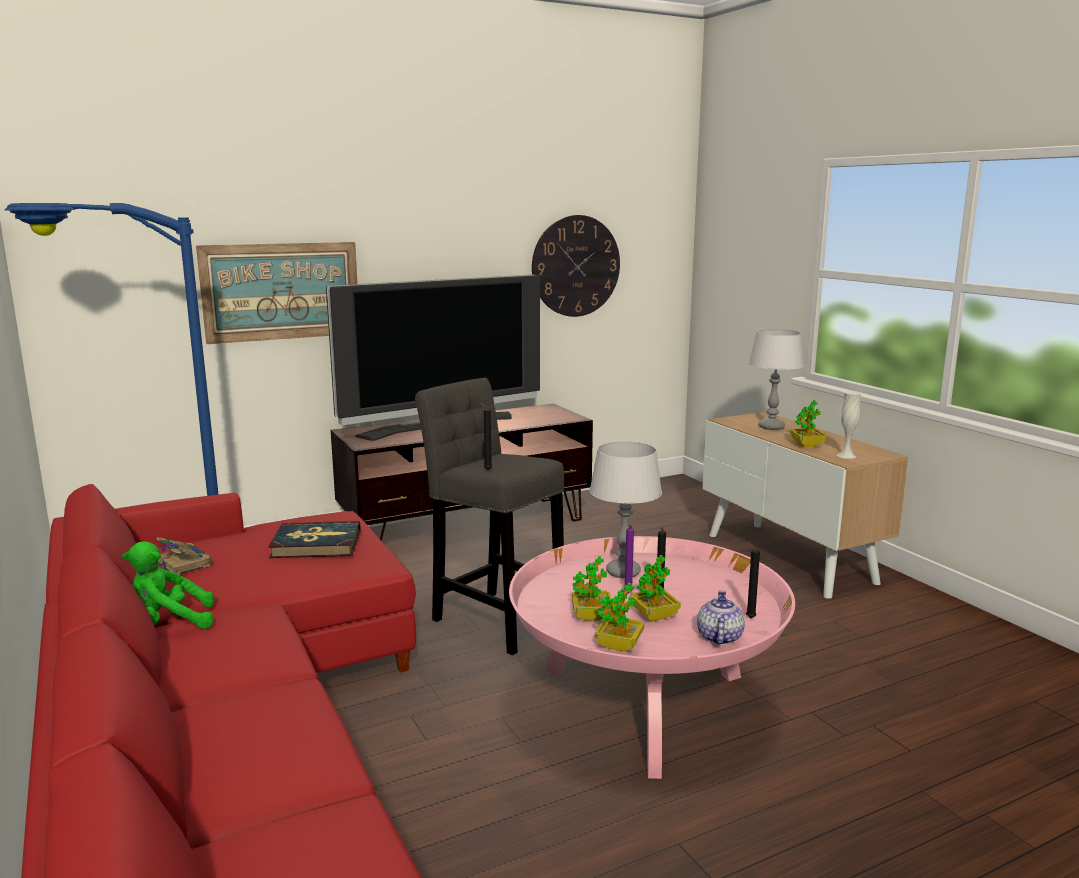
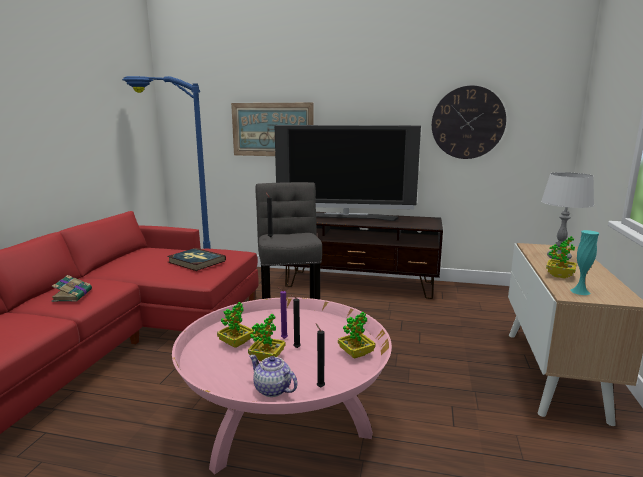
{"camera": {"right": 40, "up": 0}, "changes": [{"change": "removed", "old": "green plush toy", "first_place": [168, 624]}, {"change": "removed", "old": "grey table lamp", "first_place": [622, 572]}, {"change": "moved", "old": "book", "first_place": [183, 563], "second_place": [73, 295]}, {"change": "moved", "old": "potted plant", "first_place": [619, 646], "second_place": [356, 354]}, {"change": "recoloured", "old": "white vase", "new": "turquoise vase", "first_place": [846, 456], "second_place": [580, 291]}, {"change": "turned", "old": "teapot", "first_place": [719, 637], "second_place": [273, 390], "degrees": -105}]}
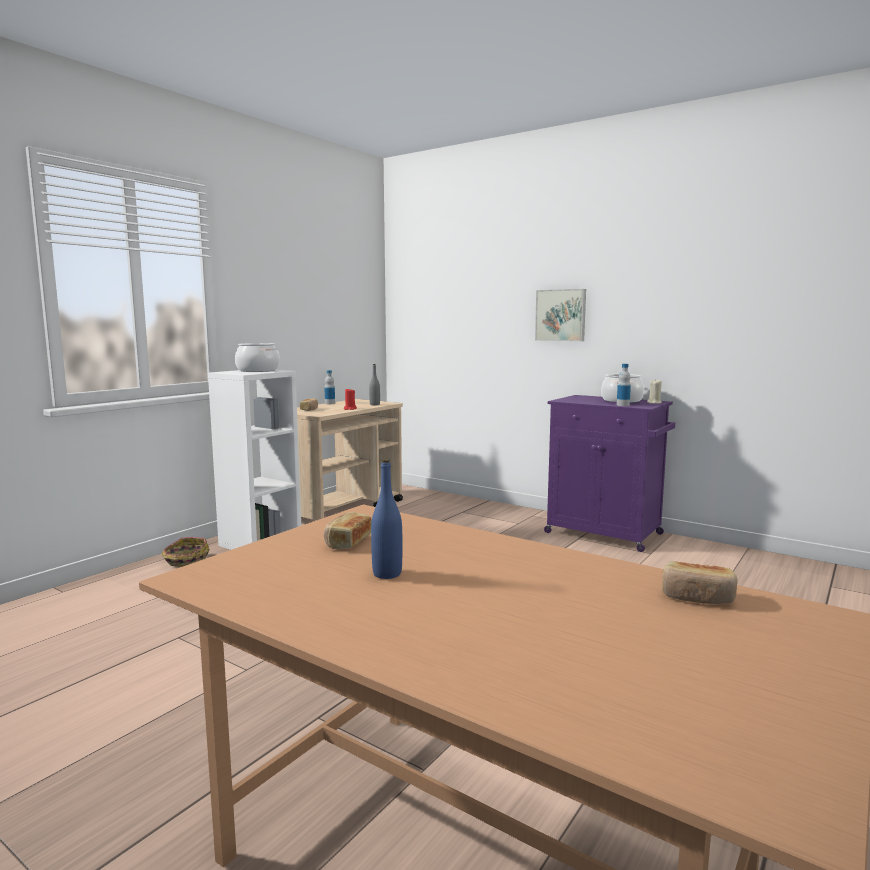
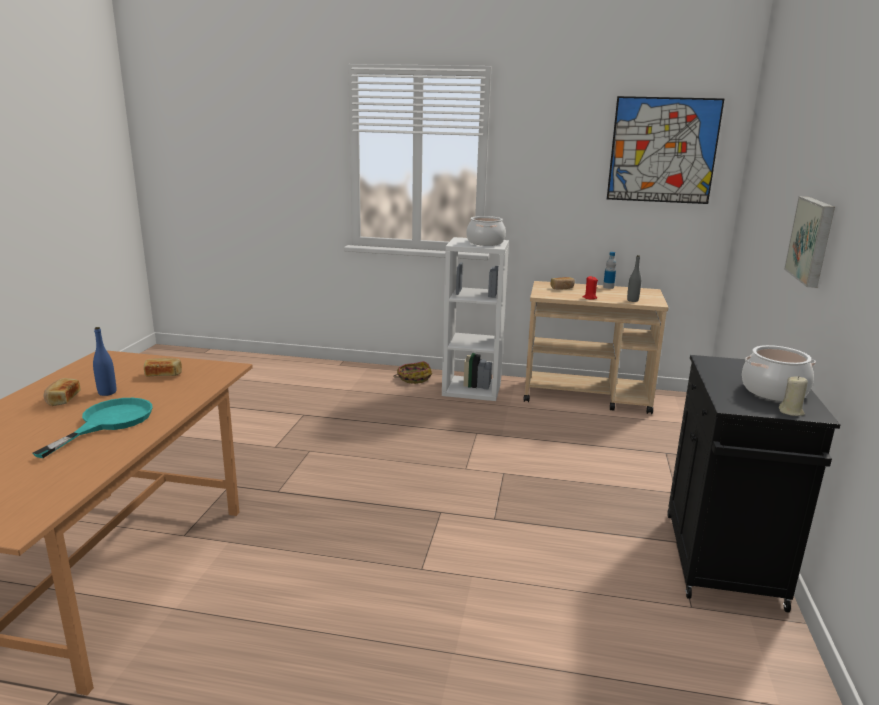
{"camera": {"right": 65, "up": 10}, "changes": [{"change": "removed", "old": "bottle", "first_place": [623, 405]}, {"change": "added", "new": "turquoise frying pan", "second_place": [108, 422]}, {"change": "added", "new": "picture", "second_place": [663, 150]}, {"change": "moved", "old": "bread", "first_place": [697, 597], "second_place": [62, 399]}, {"change": "recoloured", "old": "purple cabinet", "new": "black cabinet", "first_place": [606, 534], "second_place": [722, 561]}]}
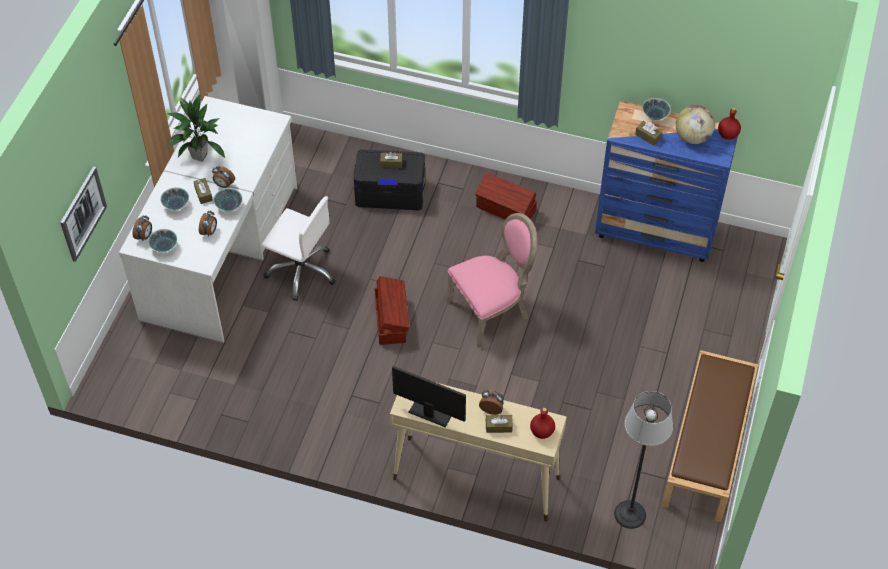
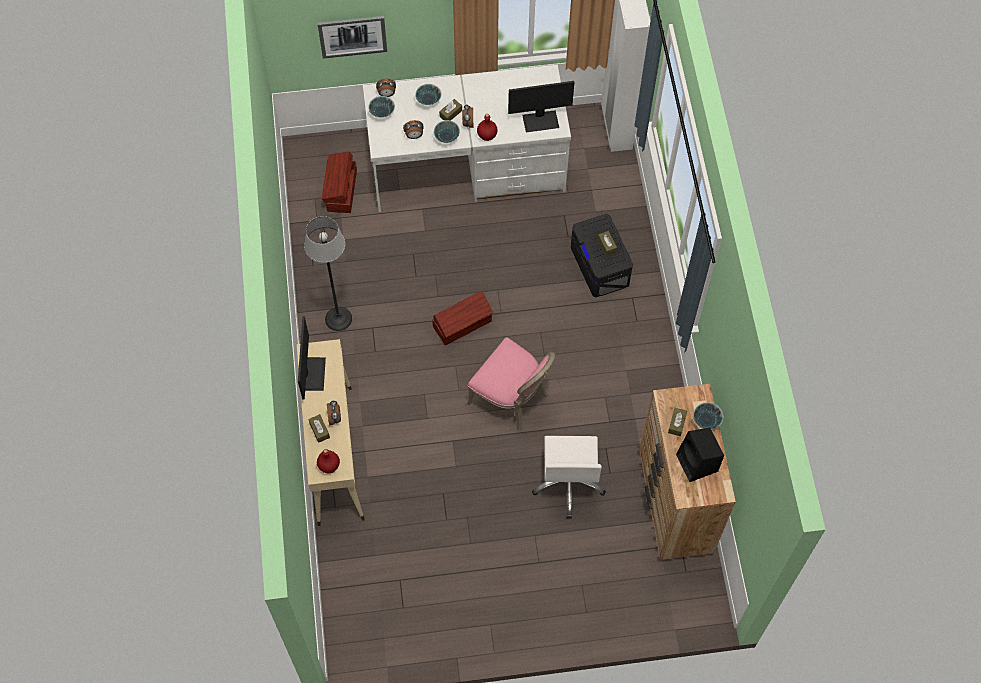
{"camera": {"right": 65, "up": 10}, "changes": [{"change": "removed", "old": "potted plant", "first_place": [199, 156]}, {"change": "removed", "old": "brown bench", "first_place": [707, 448]}, {"change": "added", "new": "monitor", "second_place": [540, 120]}, {"change": "moved", "old": "white office chair", "first_place": [302, 271], "second_place": [568, 483]}, {"change": "moved", "old": "brown storage box", "first_place": [506, 209], "second_place": [341, 190]}, {"change": "moved", "old": "floor lamp", "first_place": [629, 514], "second_place": [338, 318]}, {"change": "moved", "old": "red bottle", "first_place": [728, 135], "second_place": [486, 135]}, {"change": "replaced", "old": "globe", "new": "black speaker", "first_place": [692, 137], "second_place": [698, 463]}, {"change": "recoloured", "old": "blue dresser", "new": "brown dresser", "first_place": [656, 233], "second_place": [674, 504]}]}
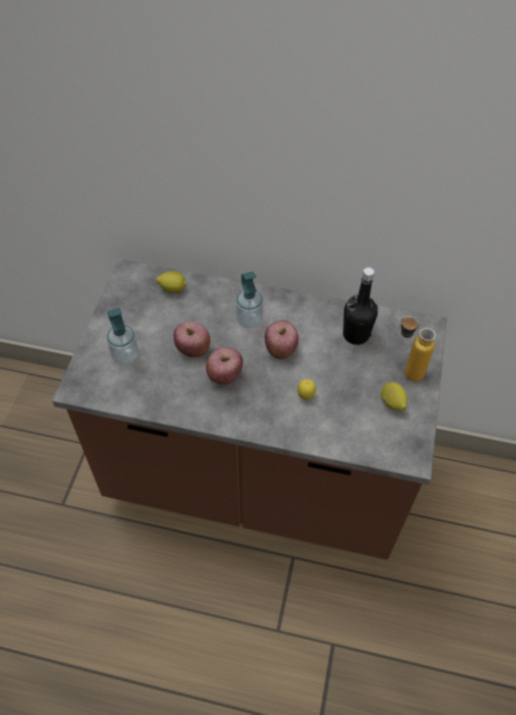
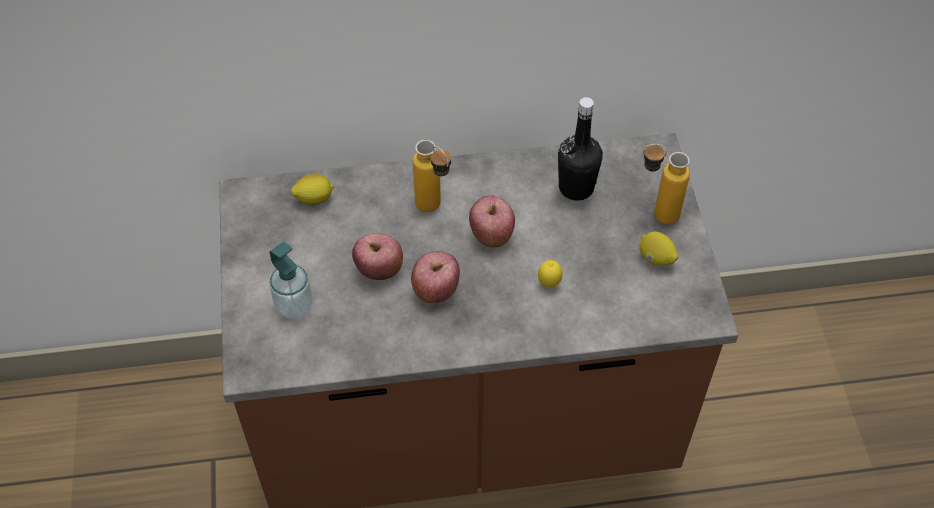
{"camera": {"right": -20, "up": 0}, "changes": [{"change": "replaced", "old": "soap dispenser", "new": "bottle", "first_place": [249, 320], "second_place": [434, 210]}]}
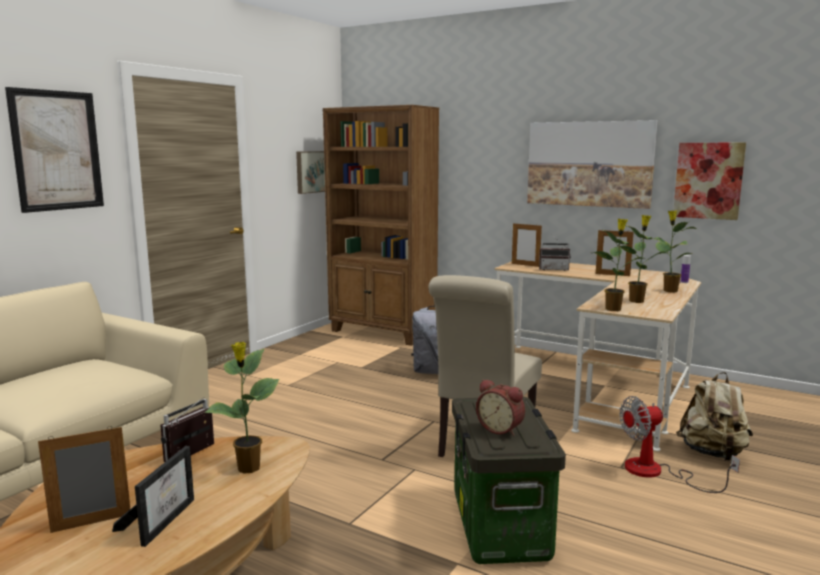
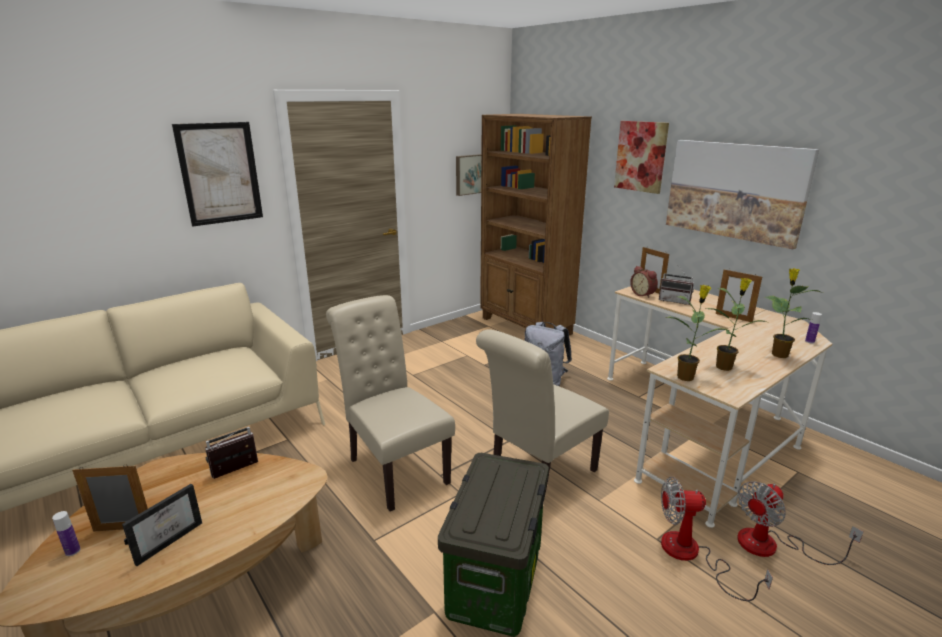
{"camera": {"right": 20, "up": 10}, "changes": [{"change": "removed", "old": "potted plant", "first_place": [248, 469]}, {"change": "added", "new": "bottle", "second_place": [73, 551]}, {"change": "added", "new": "beige chair", "second_place": [394, 468]}, {"change": "moved", "old": "alarm clock", "first_place": [501, 429], "second_place": [643, 294]}, {"change": "moved", "old": "picture", "first_place": [708, 180], "second_place": [641, 156]}, {"change": "replaced", "old": "beige backpack", "new": "fan", "first_place": [712, 453], "second_place": [771, 546]}]}
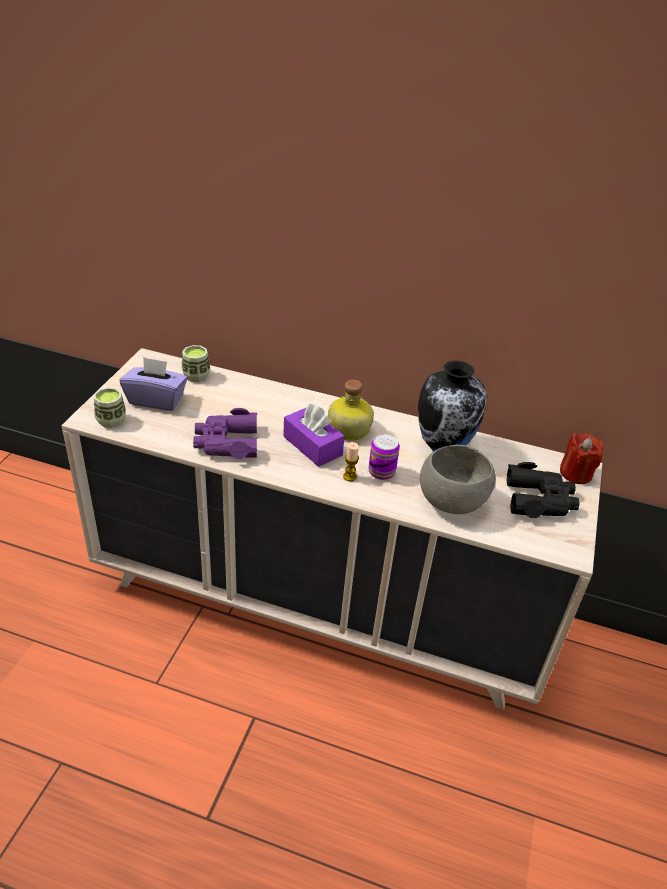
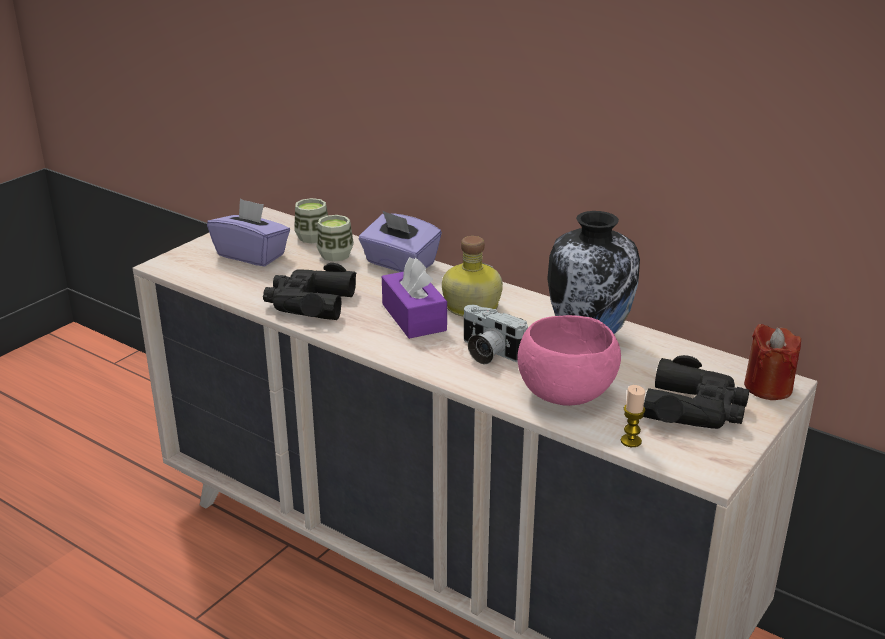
{"camera": {"right": 20, "up": -10}, "changes": [{"change": "added", "new": "purple tissue box", "second_place": [400, 264]}, {"change": "moved", "old": "cup", "first_place": [111, 420], "second_place": [335, 255]}, {"change": "moved", "old": "candle", "first_place": [349, 476], "second_place": [631, 441]}, {"change": "replaced", "old": "can", "new": "photo camera", "first_place": [381, 472], "second_place": [488, 353]}, {"change": "recoloured", "old": "purple binoculars", "new": "black binoculars", "first_place": [226, 443], "second_place": [309, 303]}, {"change": "recoloured", "old": "grey bowl", "new": "pink bowl", "first_place": [451, 501], "second_place": [565, 393]}]}
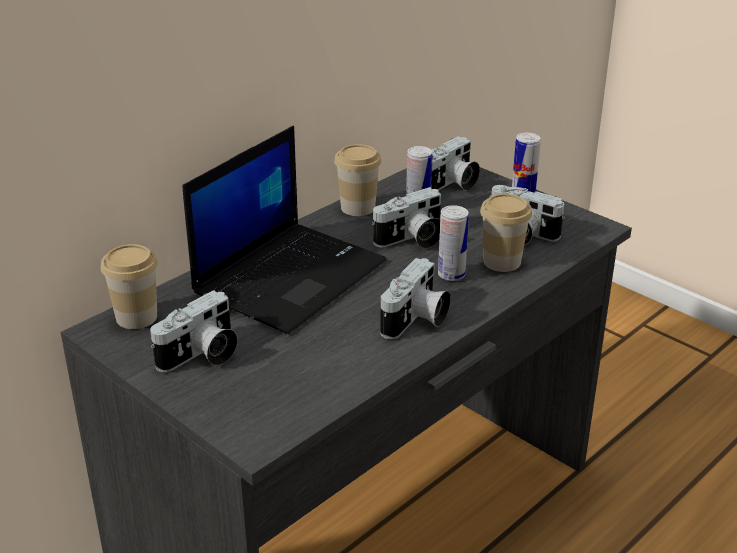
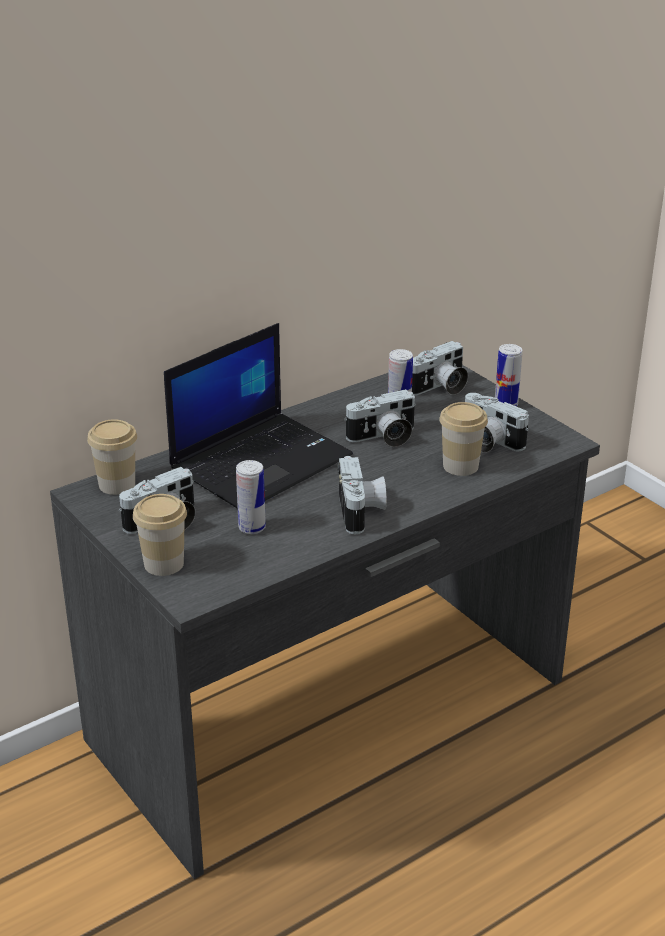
{"camera": {"right": 10, "up": 0}, "changes": [{"change": "moved", "old": "cup", "first_place": [358, 207], "second_place": [164, 563]}, {"change": "moved", "old": "can", "first_place": [451, 275], "second_place": [252, 528]}, {"change": "turned", "old": "photo camera", "first_place": [416, 320], "second_place": [362, 511], "degrees": -45}]}
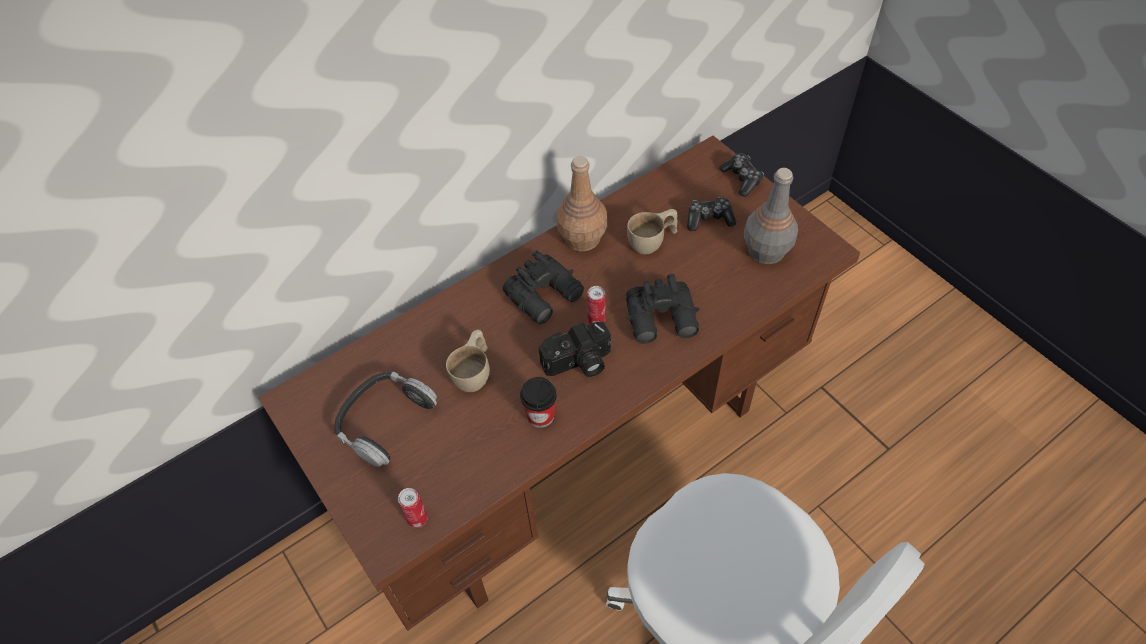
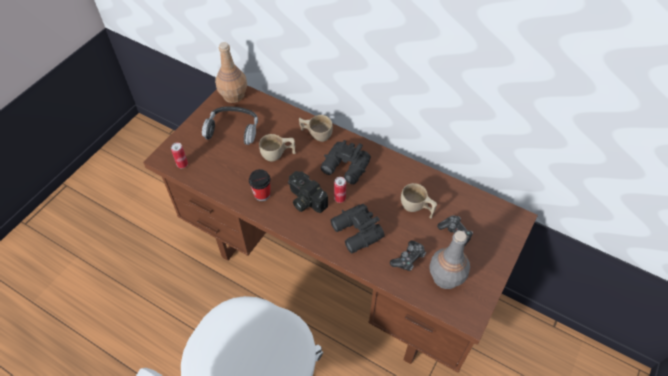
{"camera": {"right": 65, "up": 0}, "changes": [{"change": "added", "new": "beige cup", "second_place": [316, 134]}, {"change": "moved", "old": "brown bottle", "first_place": [582, 239], "second_place": [233, 95]}, {"change": "moved", "old": "game controller", "first_place": [741, 179], "second_place": [408, 259]}]}
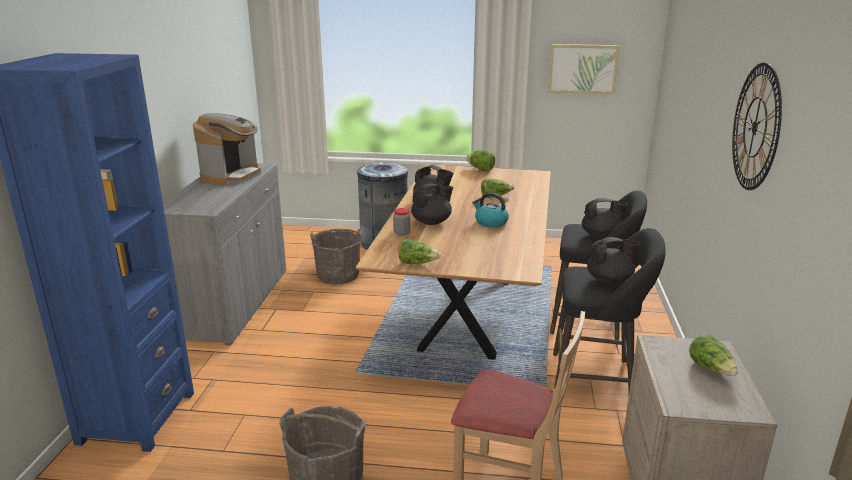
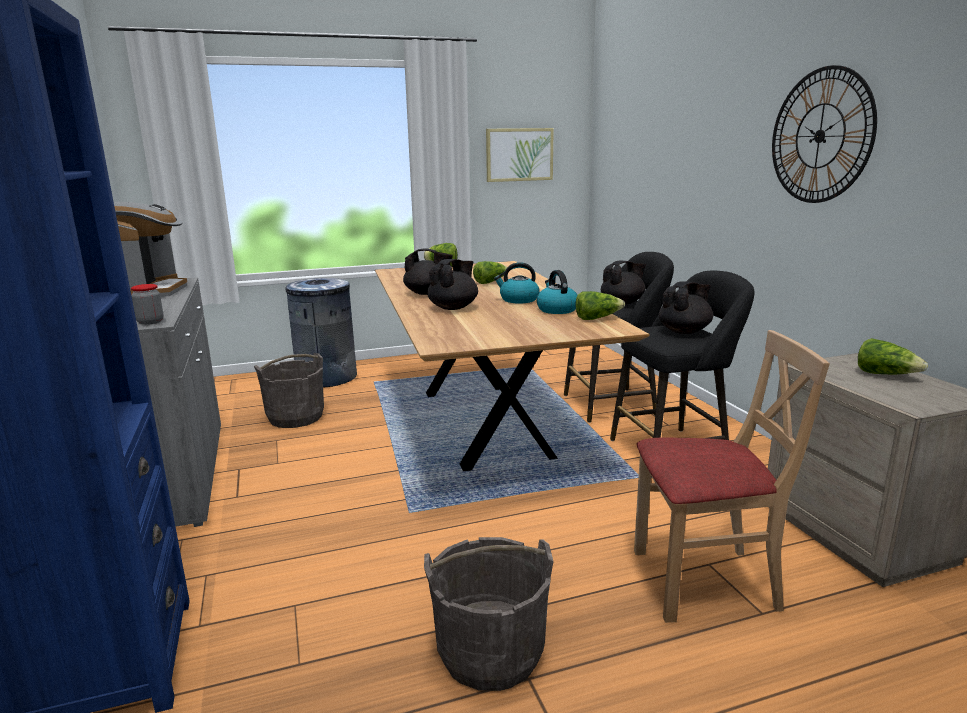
{"camera": {"right": -25, "up": -5}, "changes": [{"change": "added", "new": "kettle", "second_place": [556, 309]}, {"change": "moved", "old": "jar", "first_place": [402, 233], "second_place": [150, 322]}, {"change": "moved", "old": "lettuce", "first_place": [417, 263], "second_place": [597, 318]}]}
